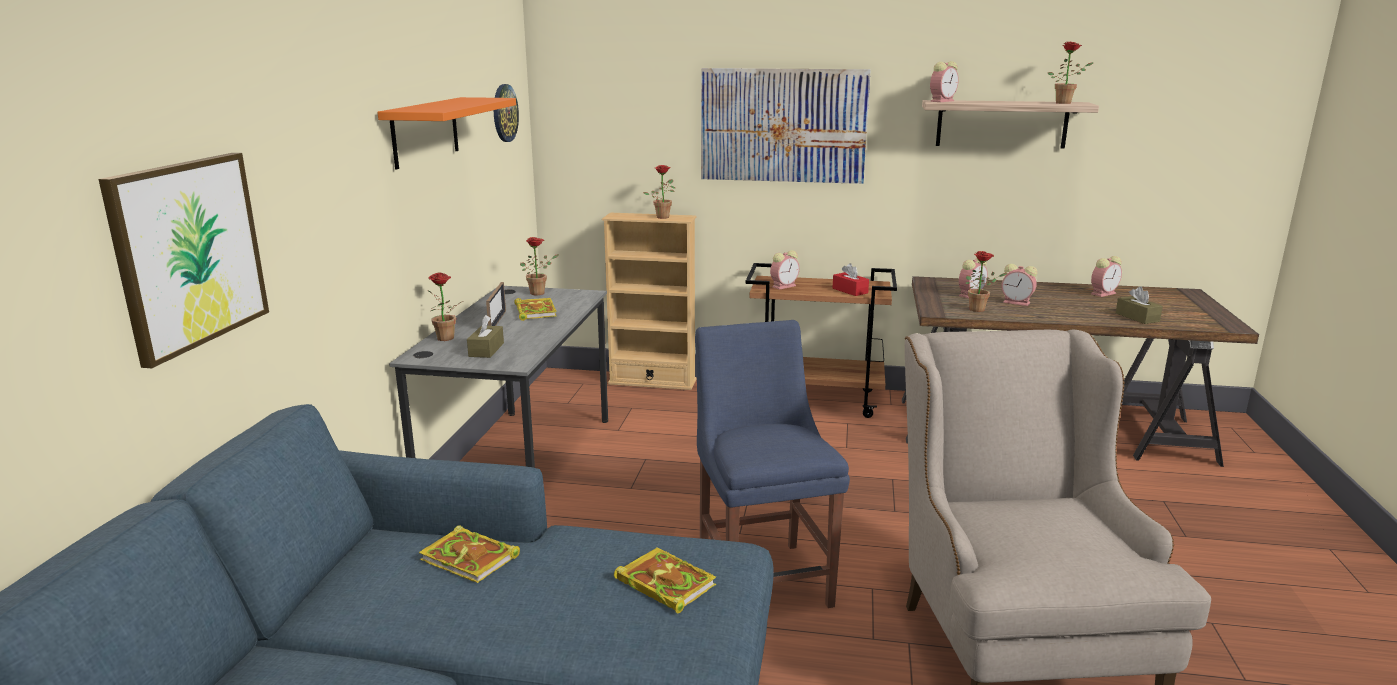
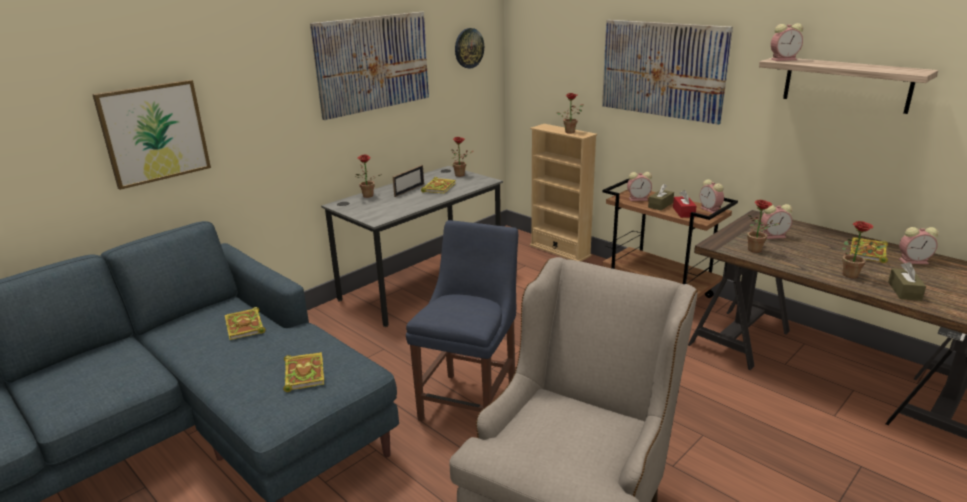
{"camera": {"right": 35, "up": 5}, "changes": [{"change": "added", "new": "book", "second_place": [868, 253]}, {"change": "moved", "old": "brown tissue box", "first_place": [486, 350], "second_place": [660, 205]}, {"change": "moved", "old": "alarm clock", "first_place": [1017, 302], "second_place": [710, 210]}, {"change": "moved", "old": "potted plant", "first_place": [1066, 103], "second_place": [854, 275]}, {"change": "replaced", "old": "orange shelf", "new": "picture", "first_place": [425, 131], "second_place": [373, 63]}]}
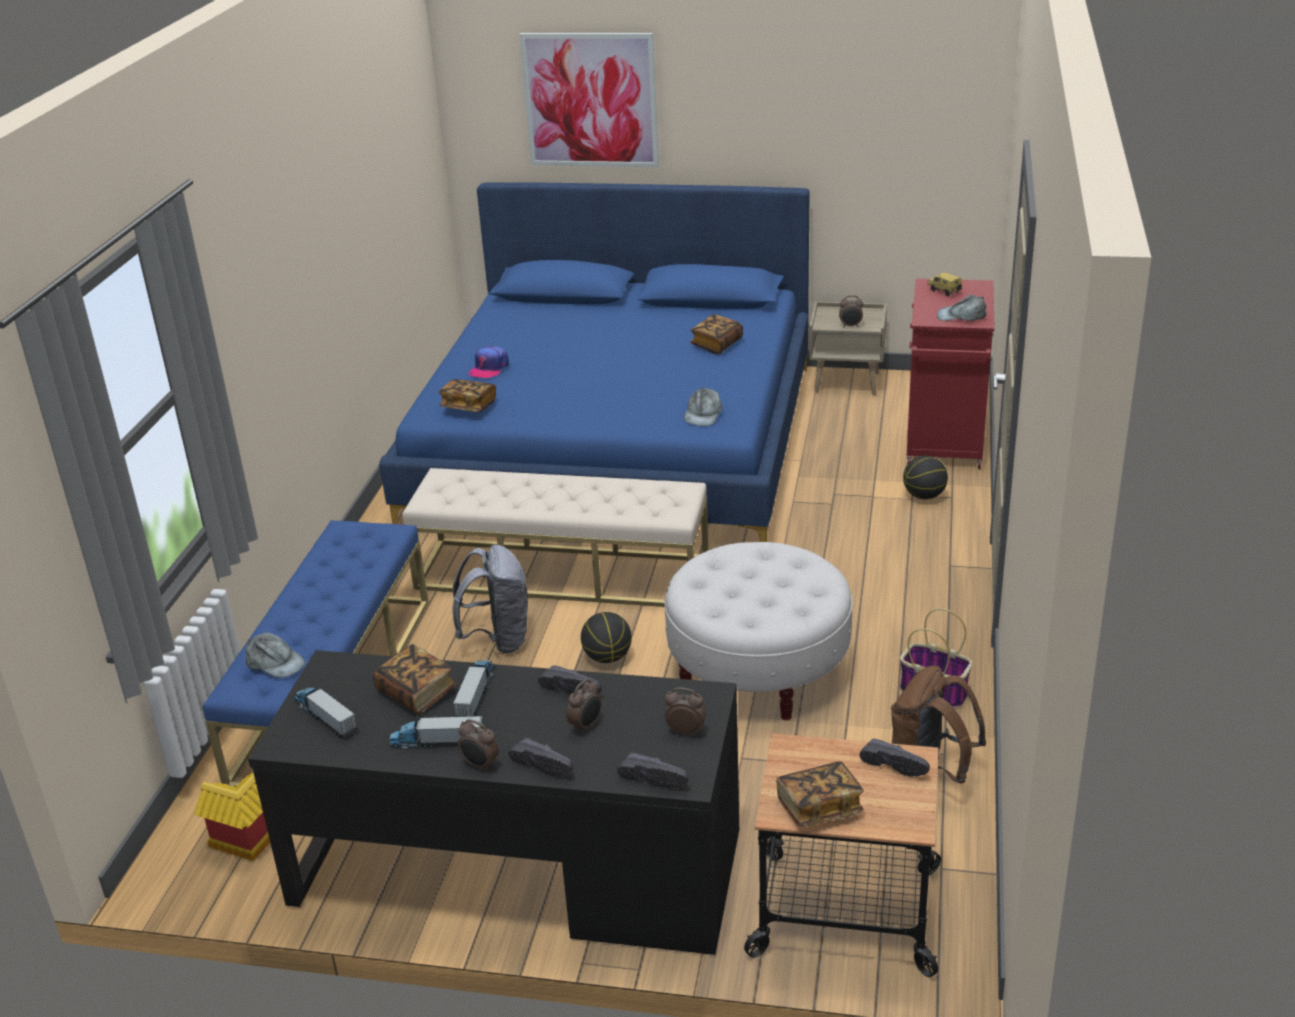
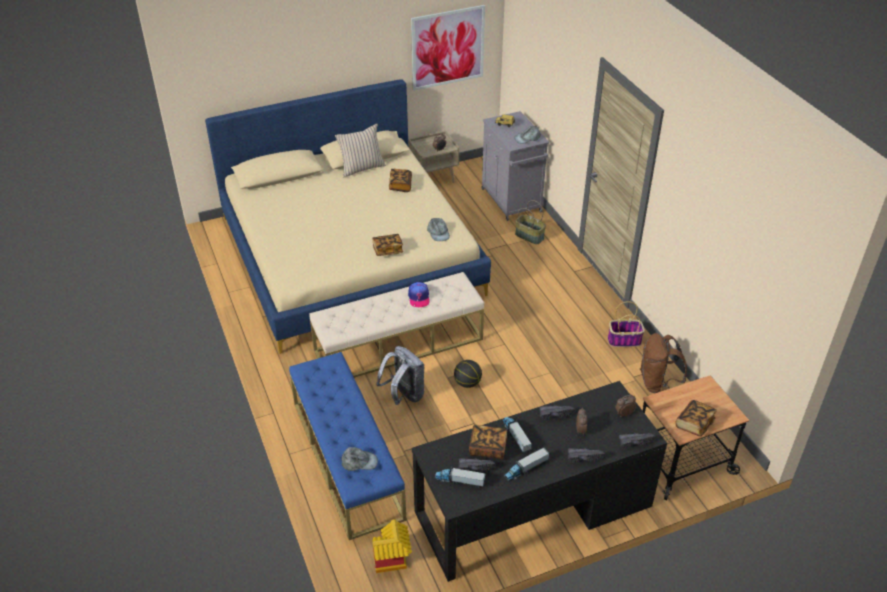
{"camera": {"right": -35, "up": 10}, "changes": [{"change": "removed", "old": "alarm clock", "first_place": [480, 765]}, {"change": "removed", "old": "white ottoman", "first_place": [758, 670]}, {"change": "added", "new": "beige pillow", "second_place": [361, 168]}, {"change": "moved", "old": "book", "first_place": [468, 406], "second_place": [387, 250]}, {"change": "moved", "old": "cap", "first_place": [489, 368], "second_place": [419, 297]}, {"change": "moved", "old": "picture", "first_place": [590, 100], "second_place": [448, 47]}, {"change": "moved", "old": "black shoe", "first_place": [895, 764], "second_place": [475, 467]}, {"change": "replaced", "old": "basketball", "new": "basket", "first_place": [924, 496], "second_place": [530, 236]}, {"change": "recoloured", "old": "blue bed", "new": "beige bed", "first_place": [617, 443], "second_place": [349, 255]}, {"change": "recoloured", "old": "red cabinet", "new": "grey cabinet", "first_place": [944, 442], "second_place": [512, 201]}]}
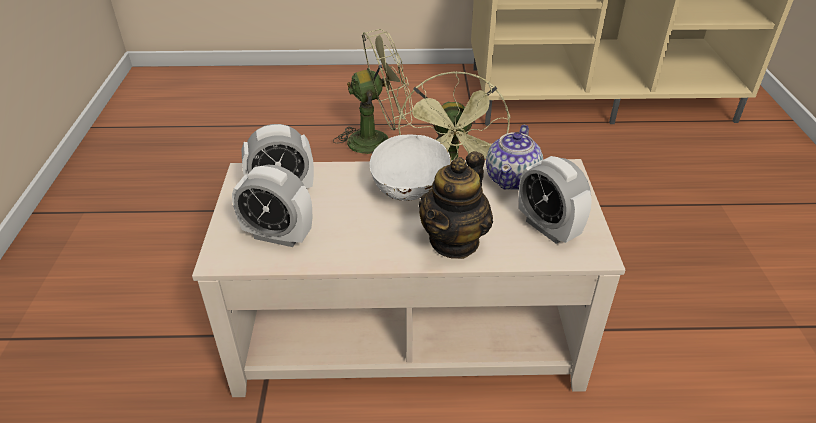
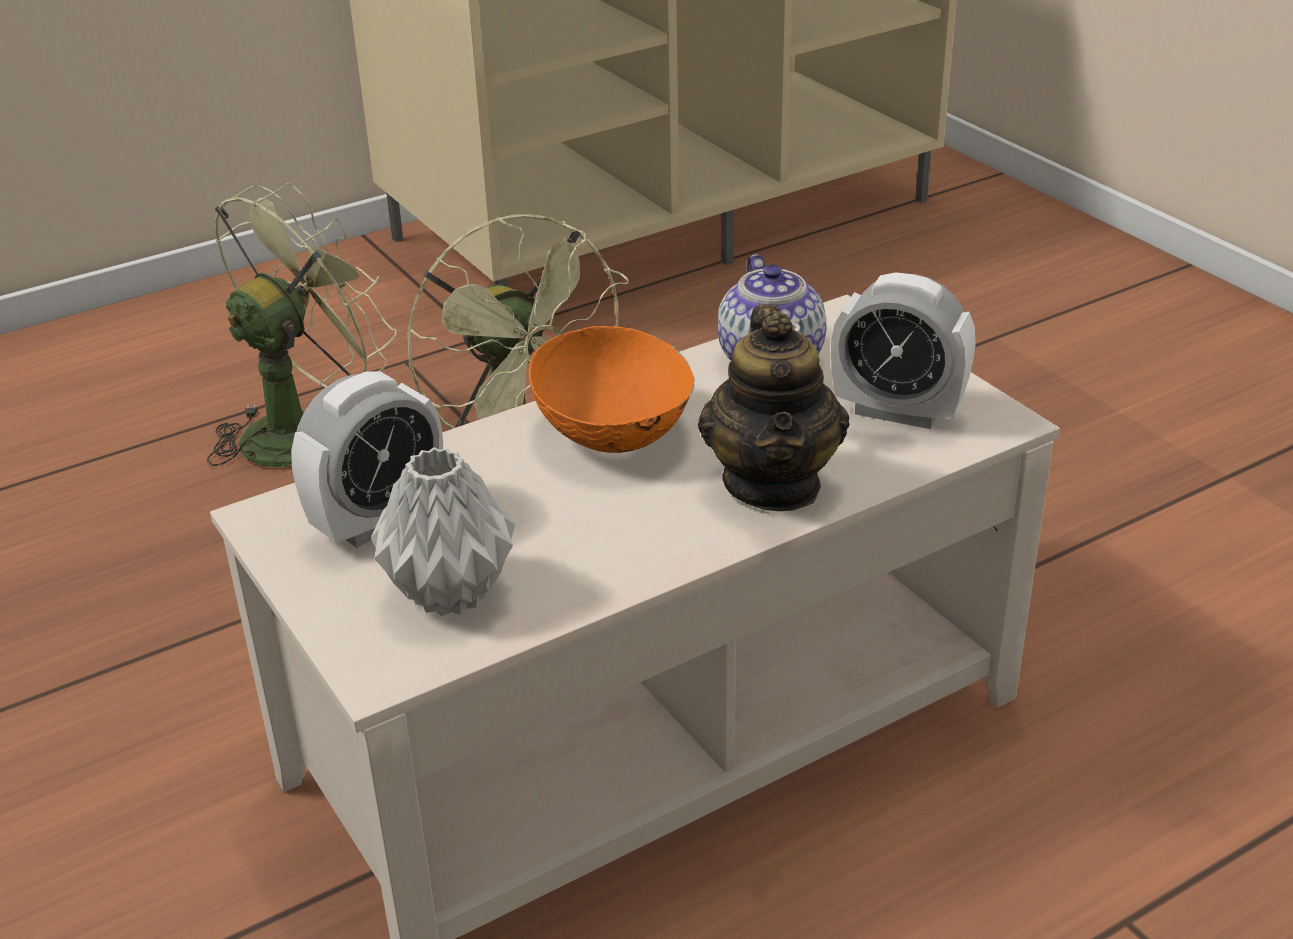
{"camera": {"right": -30, "up": -5}, "changes": [{"change": "replaced", "old": "alarm clock", "new": "grey vase", "first_place": [278, 236], "second_place": [453, 593]}, {"change": "recoloured", "old": "white bowl", "new": "orange bowl", "first_place": [410, 188], "second_place": [615, 432]}]}
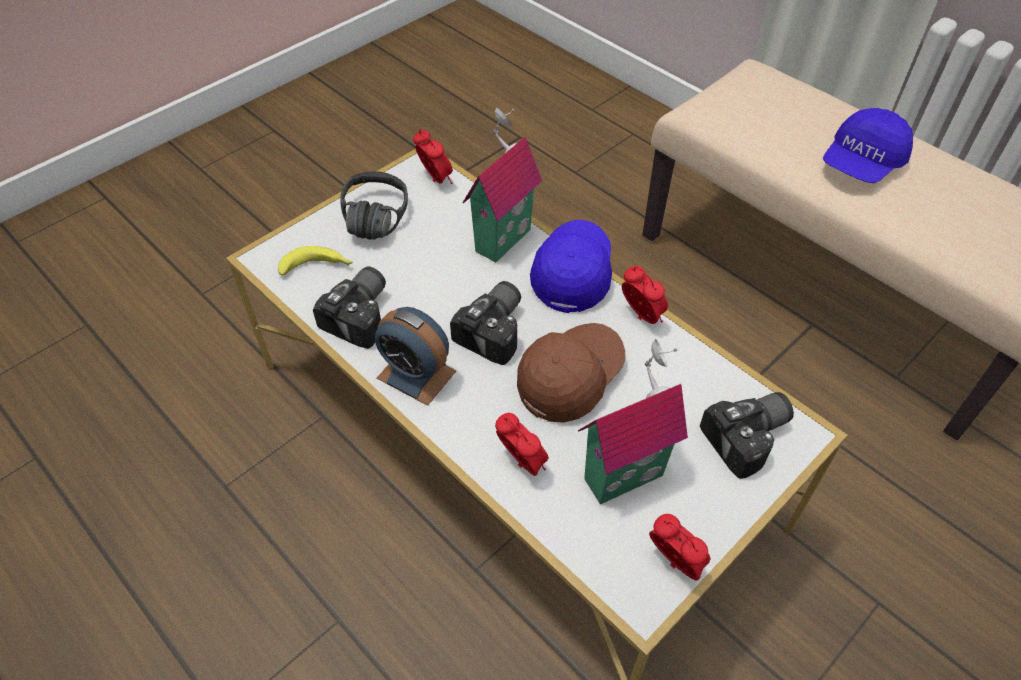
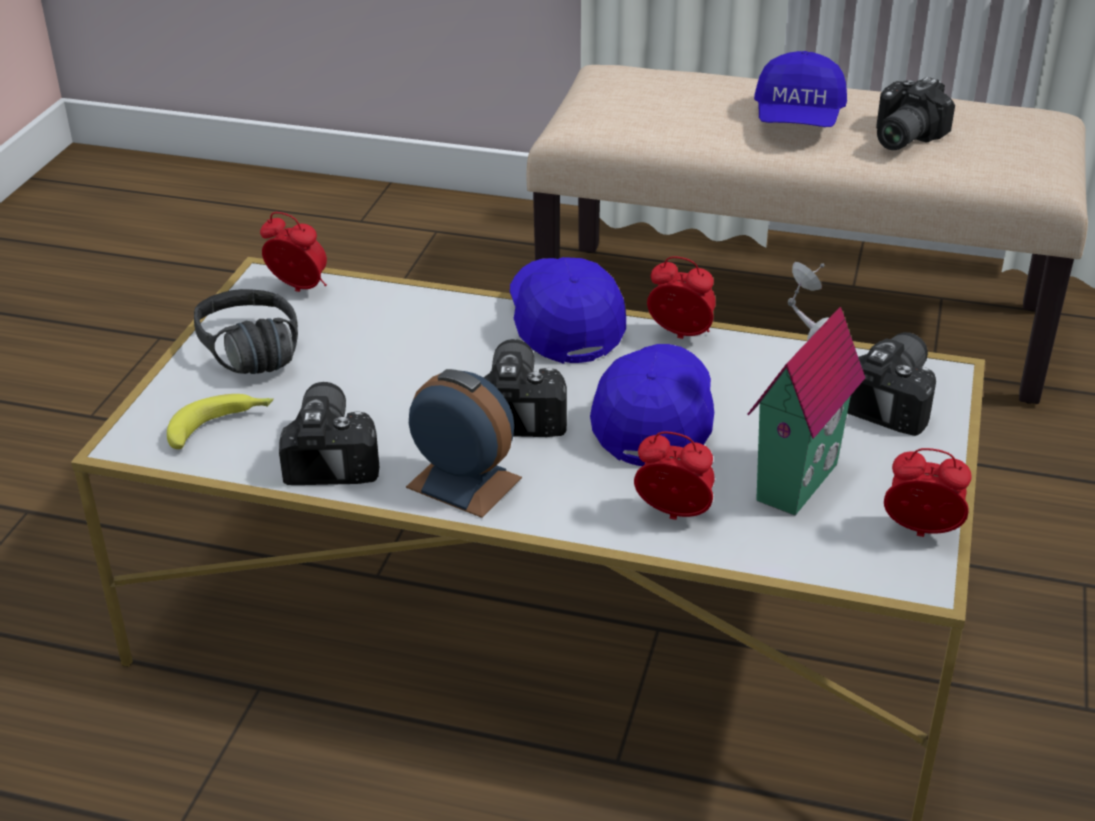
{"camera": {"right": -30, "up": -15}, "changes": [{"change": "removed", "old": "toy house", "first_place": [500, 238]}, {"change": "added", "new": "photo camera", "second_place": [900, 137]}, {"change": "recoloured", "old": "brown cap", "new": "blue cap", "first_place": [570, 379], "second_place": [654, 419]}, {"change": "turned", "old": "alarm clock", "first_place": [416, 374], "second_place": [464, 482], "degrees": -150}]}
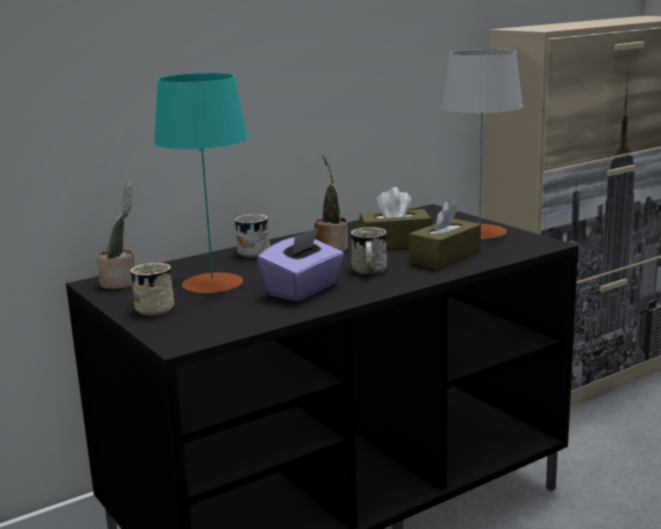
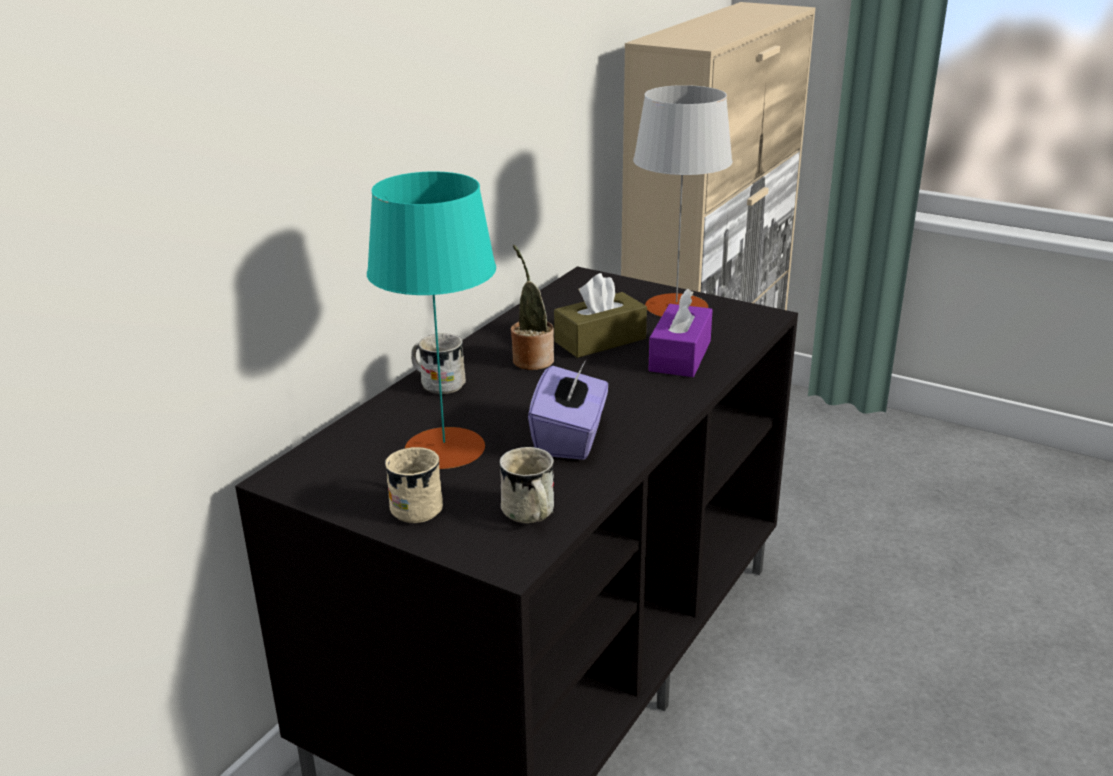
{"camera": {"right": -25, "up": 10}, "changes": [{"change": "removed", "old": "potted plant", "first_place": [121, 283]}, {"change": "moved", "old": "white mug", "first_place": [368, 271], "second_place": [530, 516]}, {"change": "recoloured", "old": "brown tissue box", "new": "purple tissue box", "first_place": [445, 258], "second_place": [680, 356]}]}
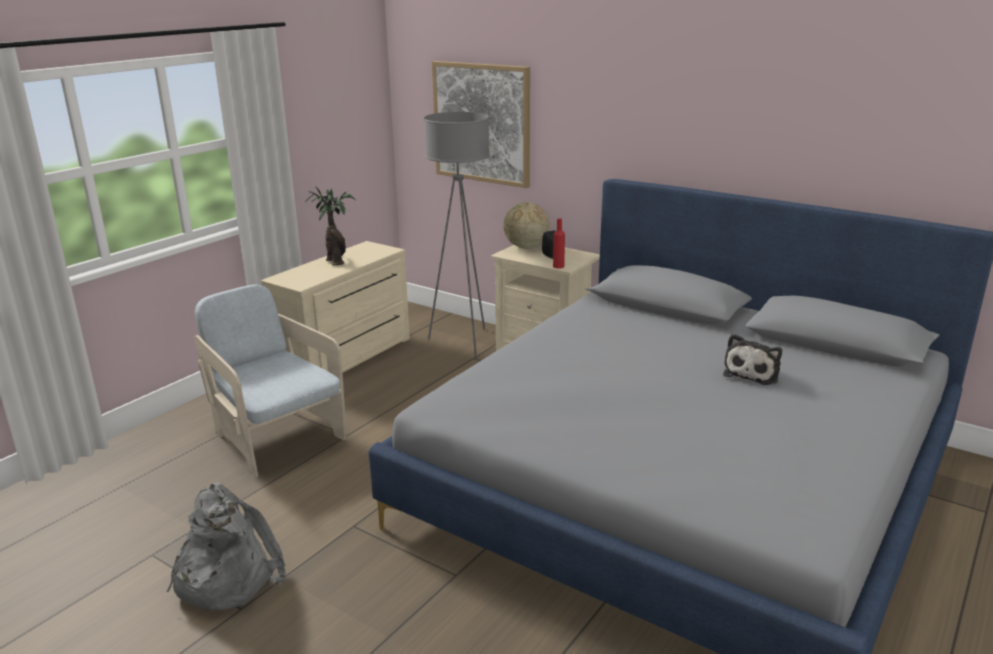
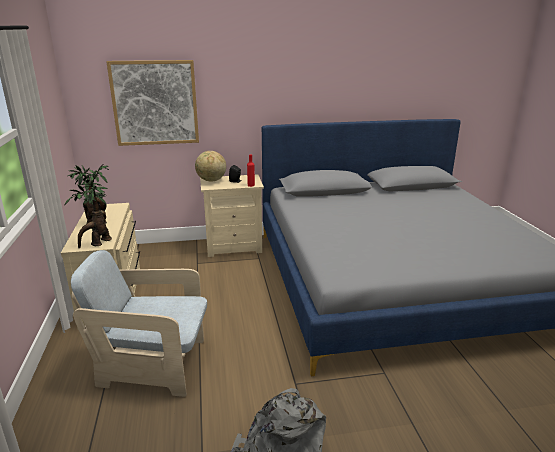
{"camera": {"right": -45, "up": 0}, "changes": [{"change": "removed", "old": "grey floor lamp", "first_place": [463, 341]}, {"change": "removed", "old": "plush toy", "first_place": [753, 373]}, {"change": "added", "new": "potted plant", "second_place": [98, 243]}]}
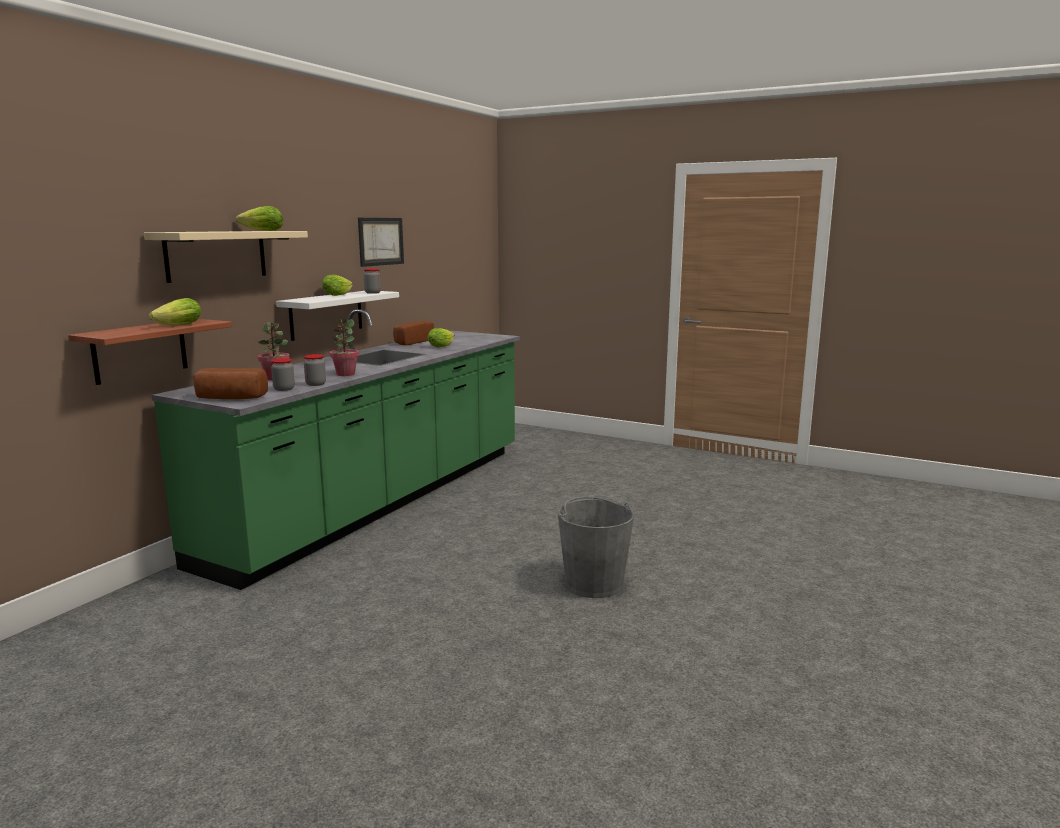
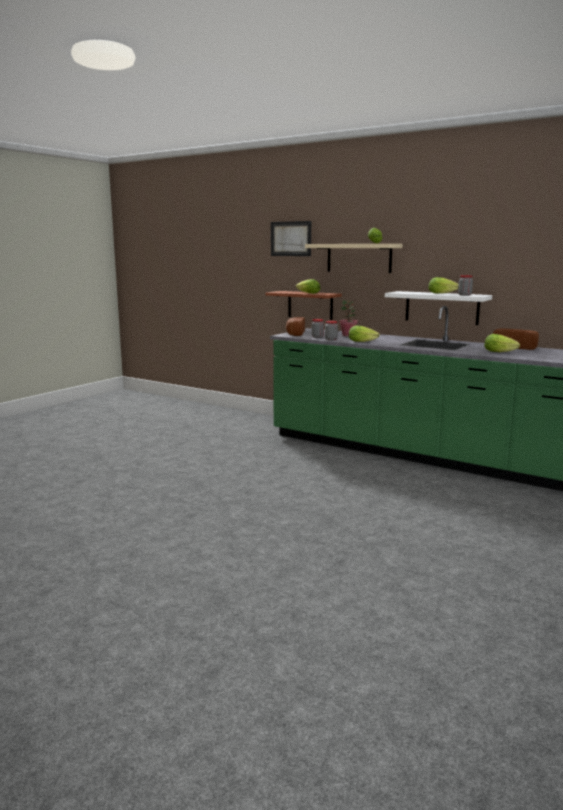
{"camera": {"right": 95, "up": 0}, "changes": [{"change": "removed", "old": "grey bucket", "first_place": [593, 583]}, {"change": "moved", "old": "picture", "first_place": [381, 241], "second_place": [291, 238]}, {"change": "replaced", "old": "potted plant", "new": "lettuce", "first_place": [345, 374], "second_place": [363, 341]}]}
